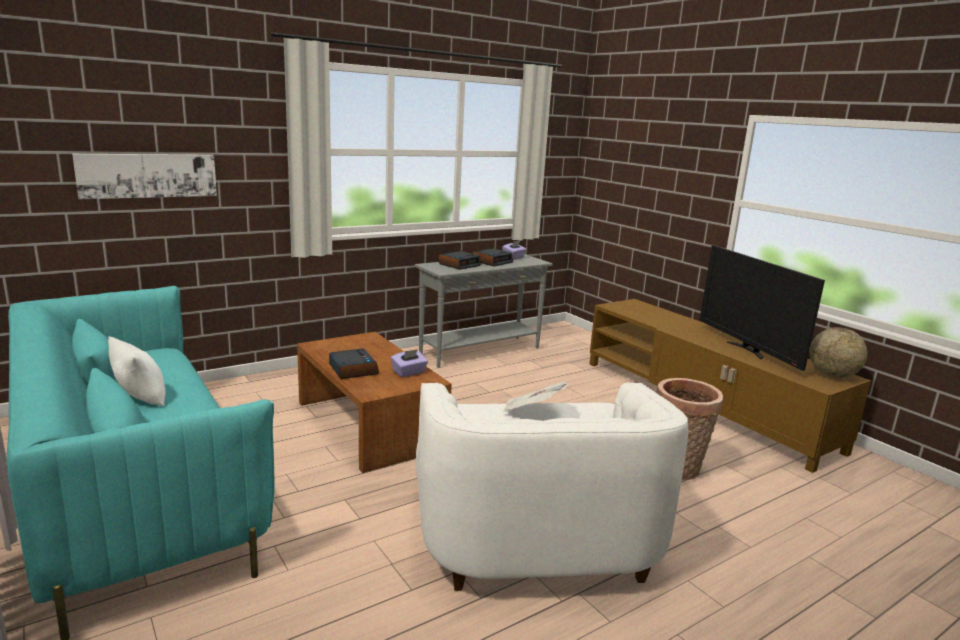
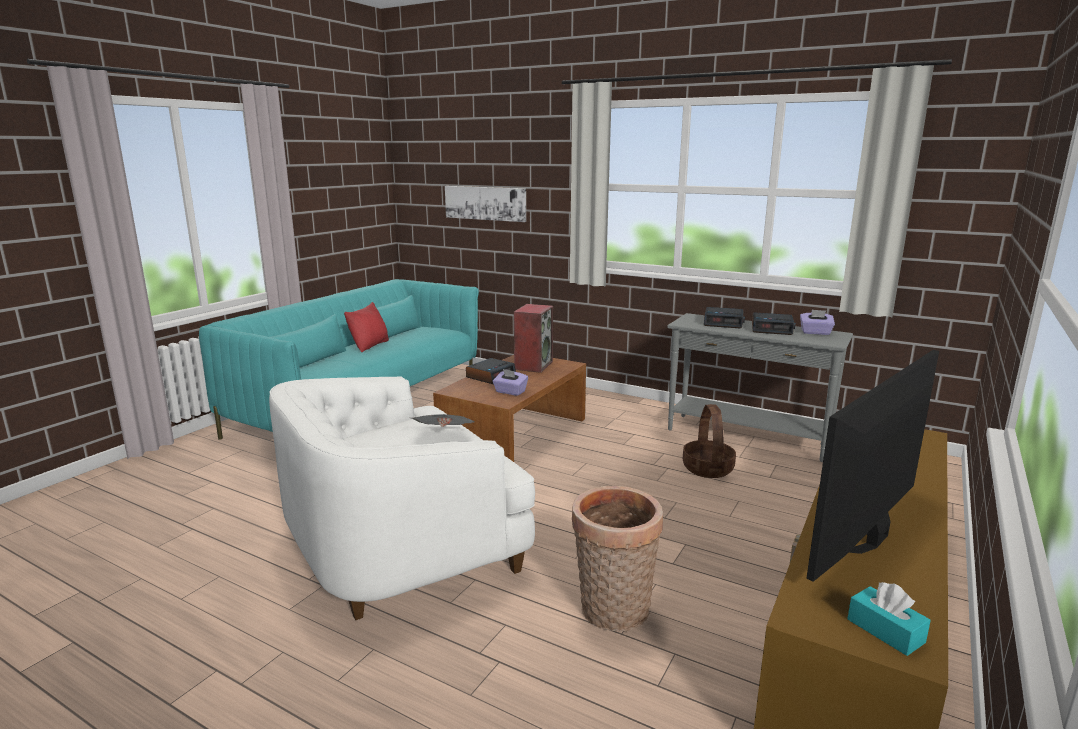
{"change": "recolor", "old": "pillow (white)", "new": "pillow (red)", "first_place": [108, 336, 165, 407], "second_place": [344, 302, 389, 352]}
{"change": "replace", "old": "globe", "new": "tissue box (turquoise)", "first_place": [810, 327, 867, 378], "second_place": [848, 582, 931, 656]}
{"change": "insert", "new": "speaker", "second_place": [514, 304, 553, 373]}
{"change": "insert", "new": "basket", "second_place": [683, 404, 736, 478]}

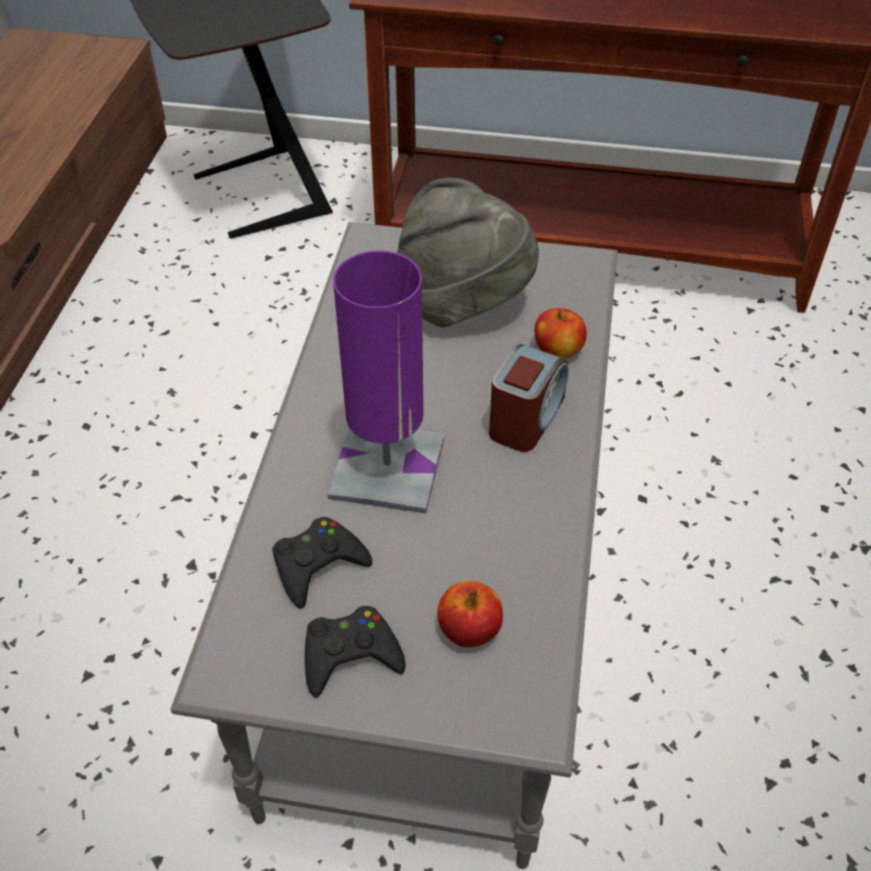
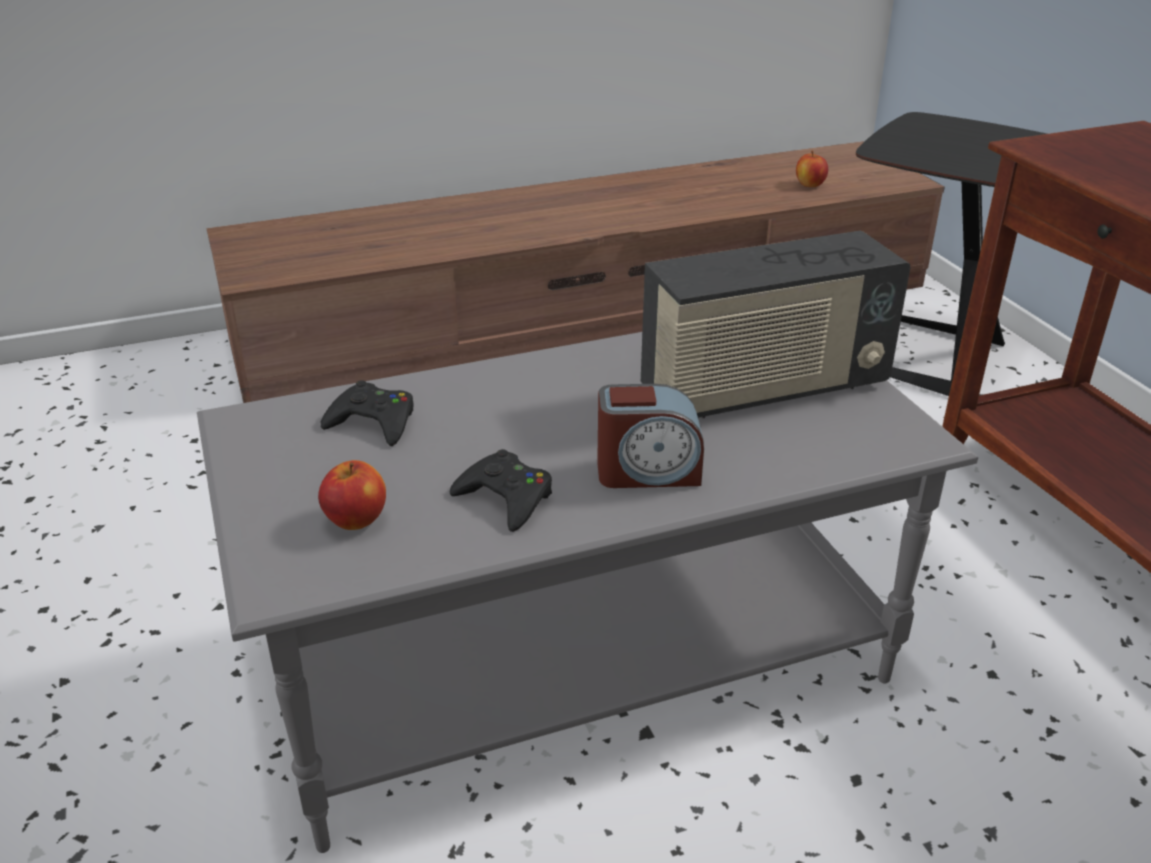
{"change": "move", "old": "game controller (black)", "first_place": [305, 606, 406, 698], "second_place": [449, 449, 552, 532]}
{"change": "delete", "old": "table lamp (purple)", "first_place": [327, 250, 444, 513]}
{"change": "replace", "old": "hat (grey)", "new": "radio", "first_place": [397, 177, 539, 327], "second_place": [641, 231, 910, 419]}
{"change": "move", "old": "apple", "first_place": [535, 308, 587, 359], "second_place": [796, 150, 828, 187]}

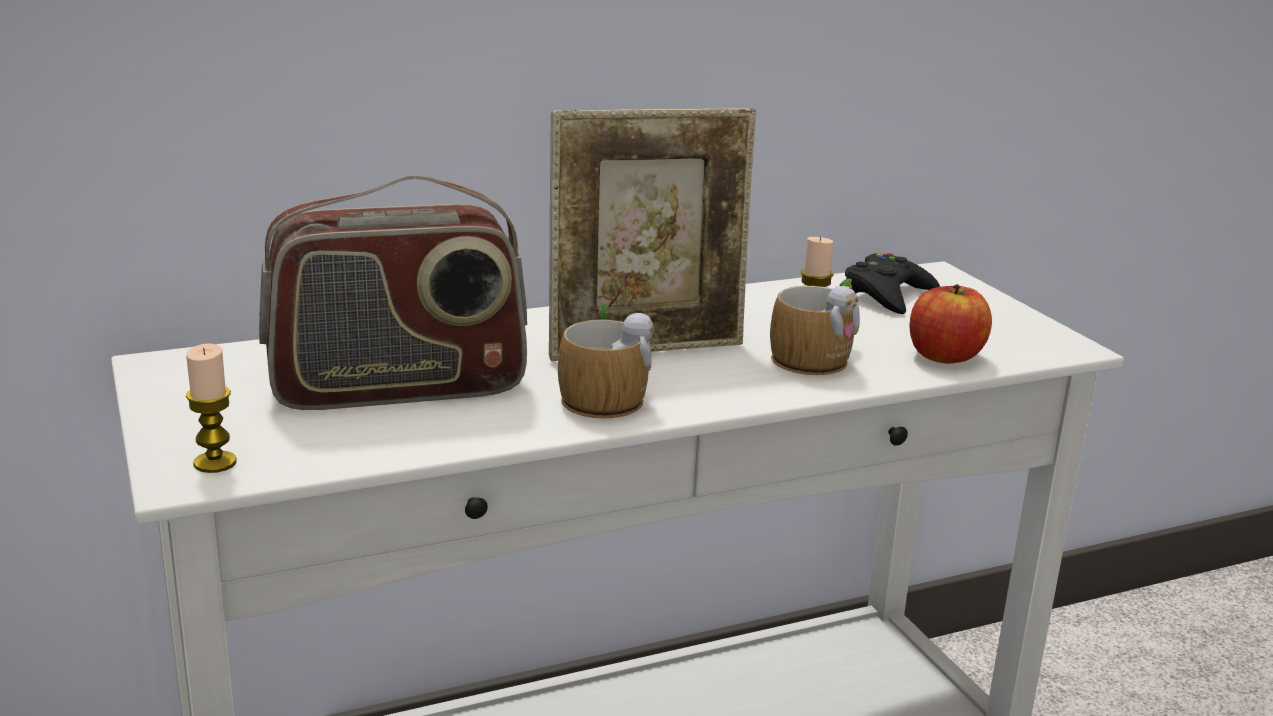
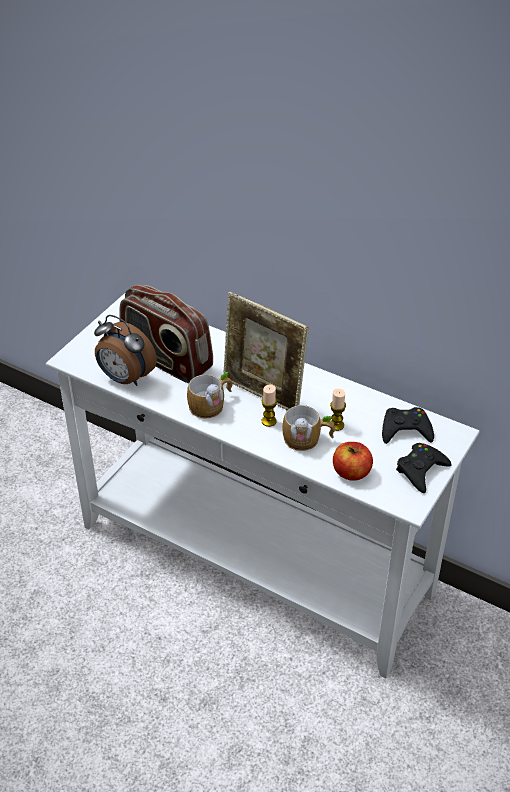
{"change": "move", "old": "candle", "first_place": [186, 343, 237, 473], "second_place": [262, 384, 277, 427]}
{"change": "insert", "new": "alarm clock", "second_place": [94, 315, 157, 386]}
{"change": "insert", "new": "game controller (black)", "second_place": [396, 443, 452, 493]}

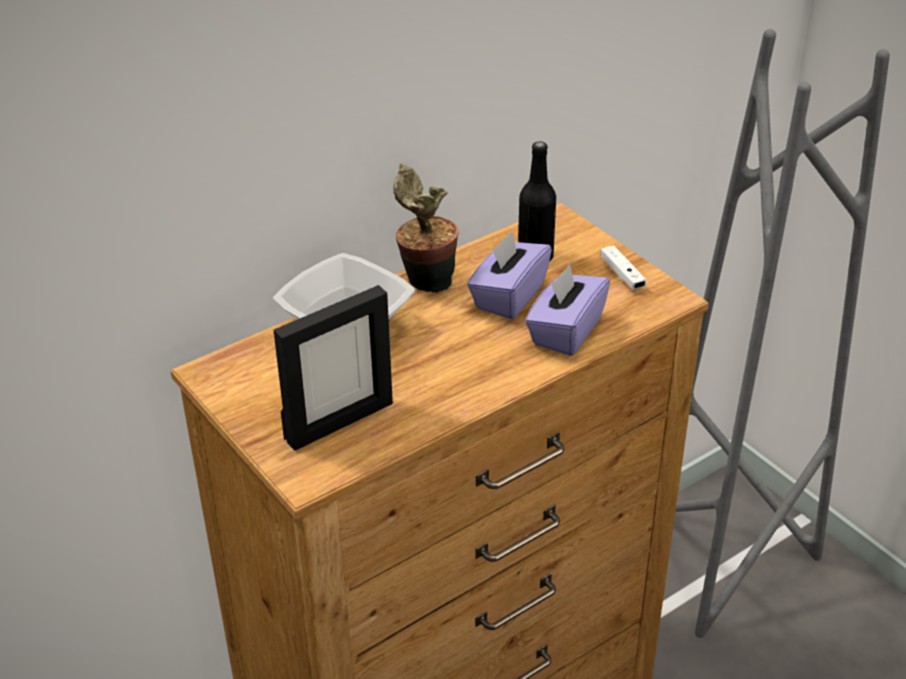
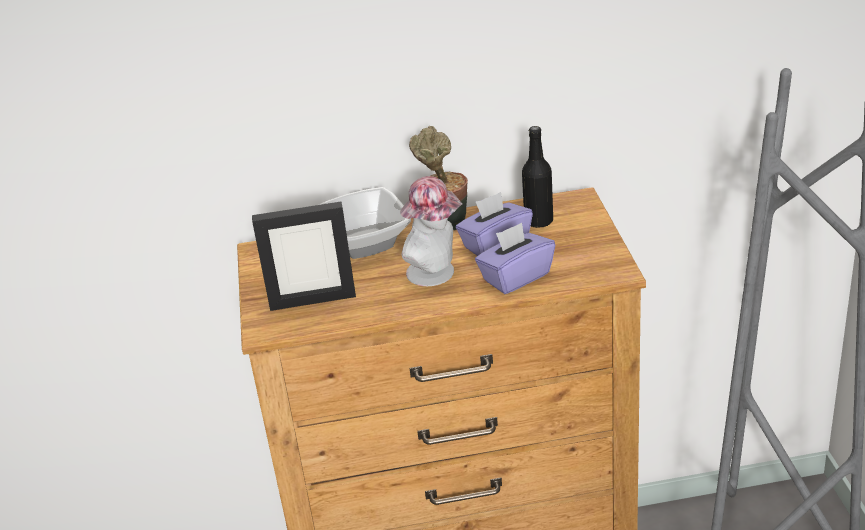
{"change": "delete", "old": "game controller (white)", "first_place": [601, 245, 646, 289]}
{"change": "insert", "new": "hat", "second_place": [400, 176, 463, 286]}

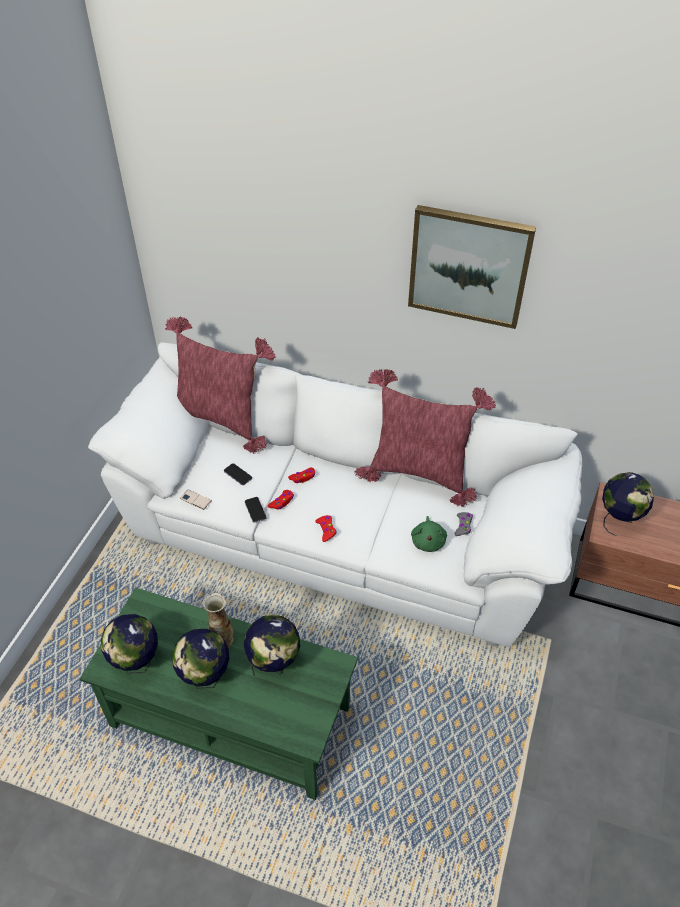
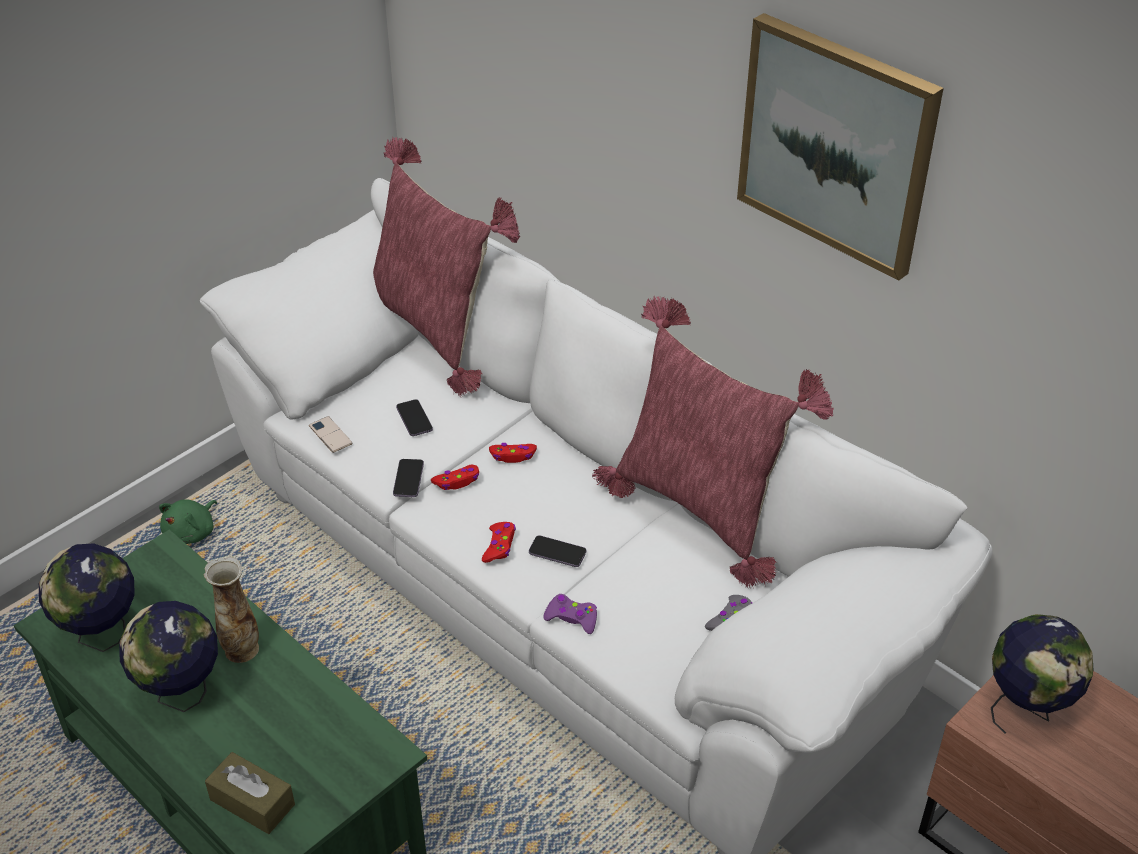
{"change": "delete", "old": "globe", "first_place": [244, 615, 300, 676]}
{"change": "move", "old": "plush toy (green)", "first_place": [411, 516, 447, 552], "second_place": [159, 499, 217, 544]}
{"change": "insert", "new": "tissue box (brown)", "second_place": [205, 752, 295, 834]}
{"change": "insert", "new": "phone", "second_place": [529, 535, 586, 567]}
{"change": "insert", "new": "game controller (purple)", "second_place": [543, 594, 597, 634]}

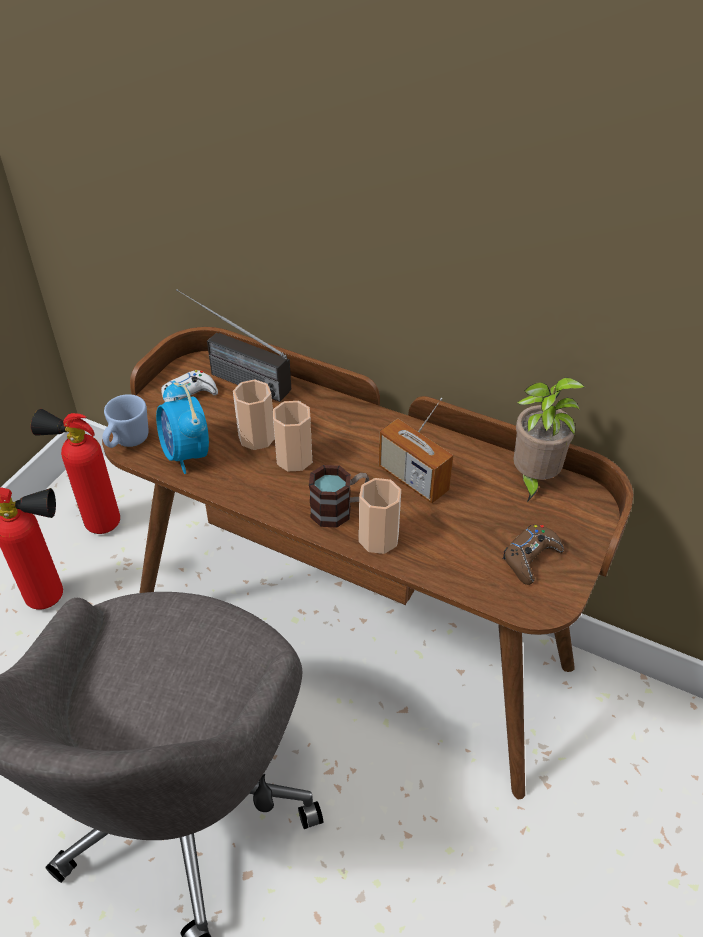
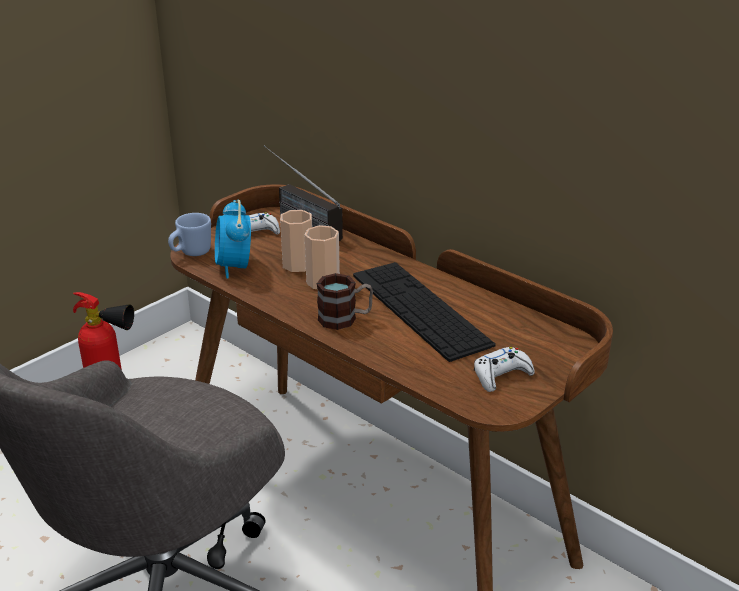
{"change": "delete", "old": "fire extinguisher", "first_place": [31, 409, 120, 534]}
{"change": "delete", "old": "cup", "first_place": [359, 478, 401, 554]}
{"change": "replace", "old": "radio", "new": "keyboard", "first_place": [379, 398, 453, 503], "second_place": [353, 262, 496, 362]}
{"change": "recolor", "old": "game controller (brown)", "new": "game controller (white)", "first_place": [503, 524, 564, 585], "second_place": [474, 347, 535, 392]}
{"change": "delete", "old": "potted plant", "first_place": [513, 377, 585, 502]}

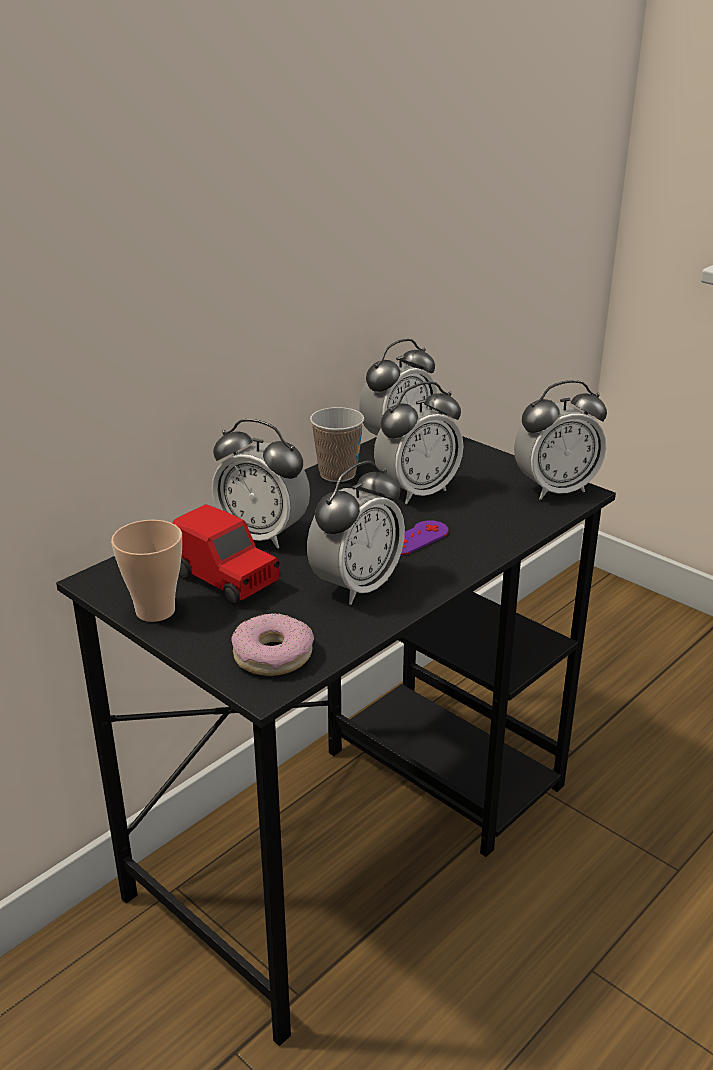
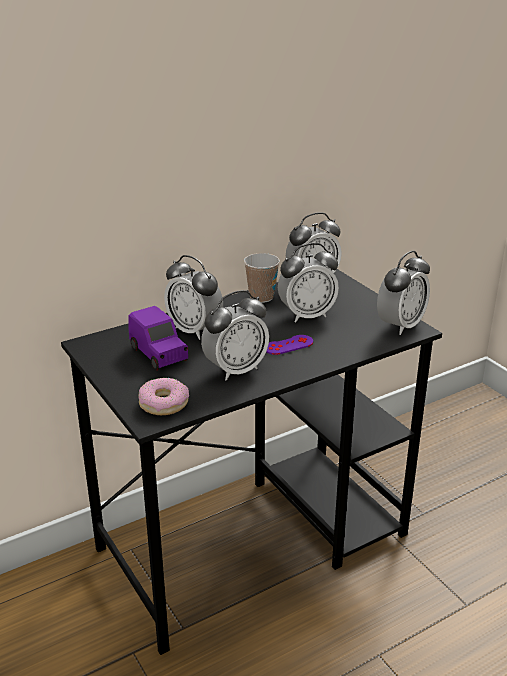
{"change": "delete", "old": "cup", "first_place": [111, 520, 182, 622]}
{"change": "recolor", "old": "toy car (red)", "new": "toy car (purple)", "first_place": [172, 504, 280, 605], "second_place": [128, 306, 188, 370]}
{"change": "rotate", "old": "alarm clock", "first_place": [514, 380, 607, 500], "second_place": [377, 251, 430, 335], "degrees": -45}

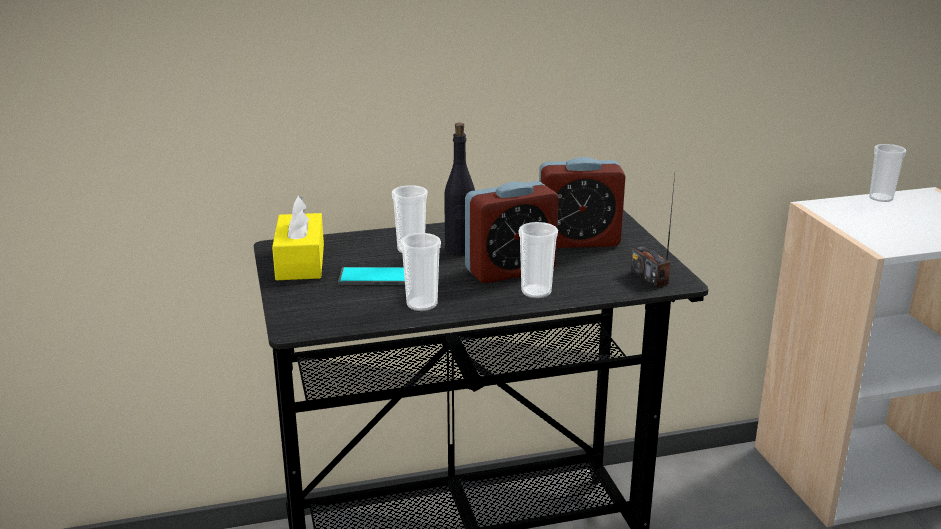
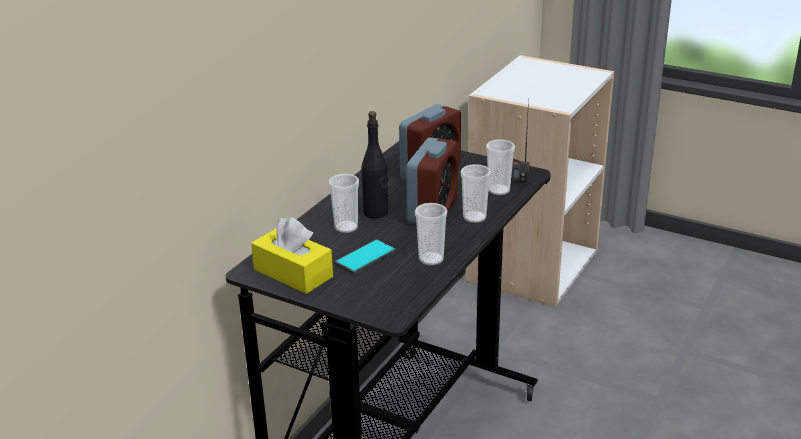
{"change": "move", "old": "cup", "first_place": [869, 144, 906, 202], "second_place": [486, 139, 515, 195]}

